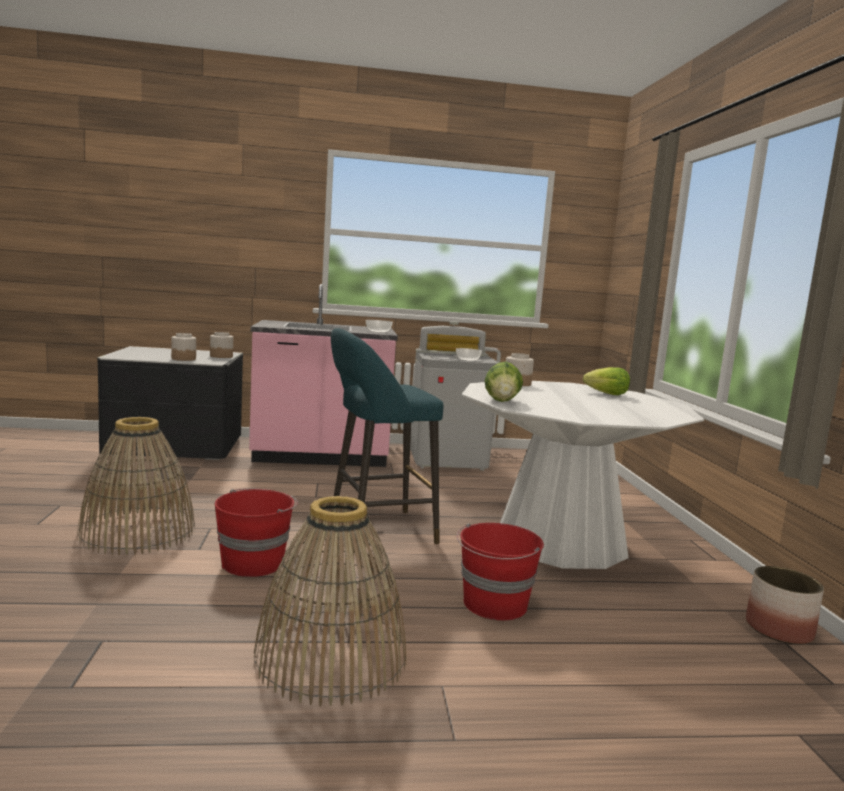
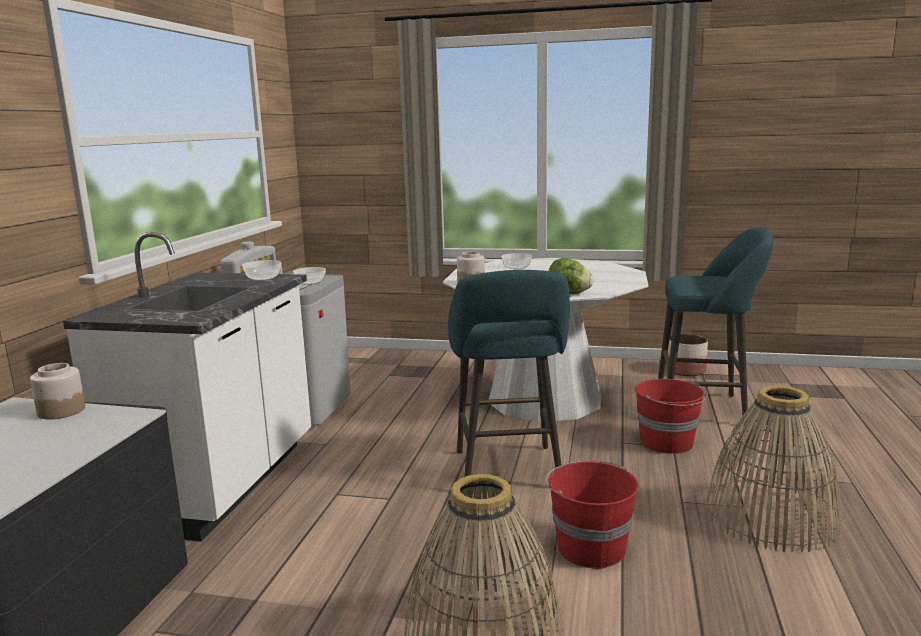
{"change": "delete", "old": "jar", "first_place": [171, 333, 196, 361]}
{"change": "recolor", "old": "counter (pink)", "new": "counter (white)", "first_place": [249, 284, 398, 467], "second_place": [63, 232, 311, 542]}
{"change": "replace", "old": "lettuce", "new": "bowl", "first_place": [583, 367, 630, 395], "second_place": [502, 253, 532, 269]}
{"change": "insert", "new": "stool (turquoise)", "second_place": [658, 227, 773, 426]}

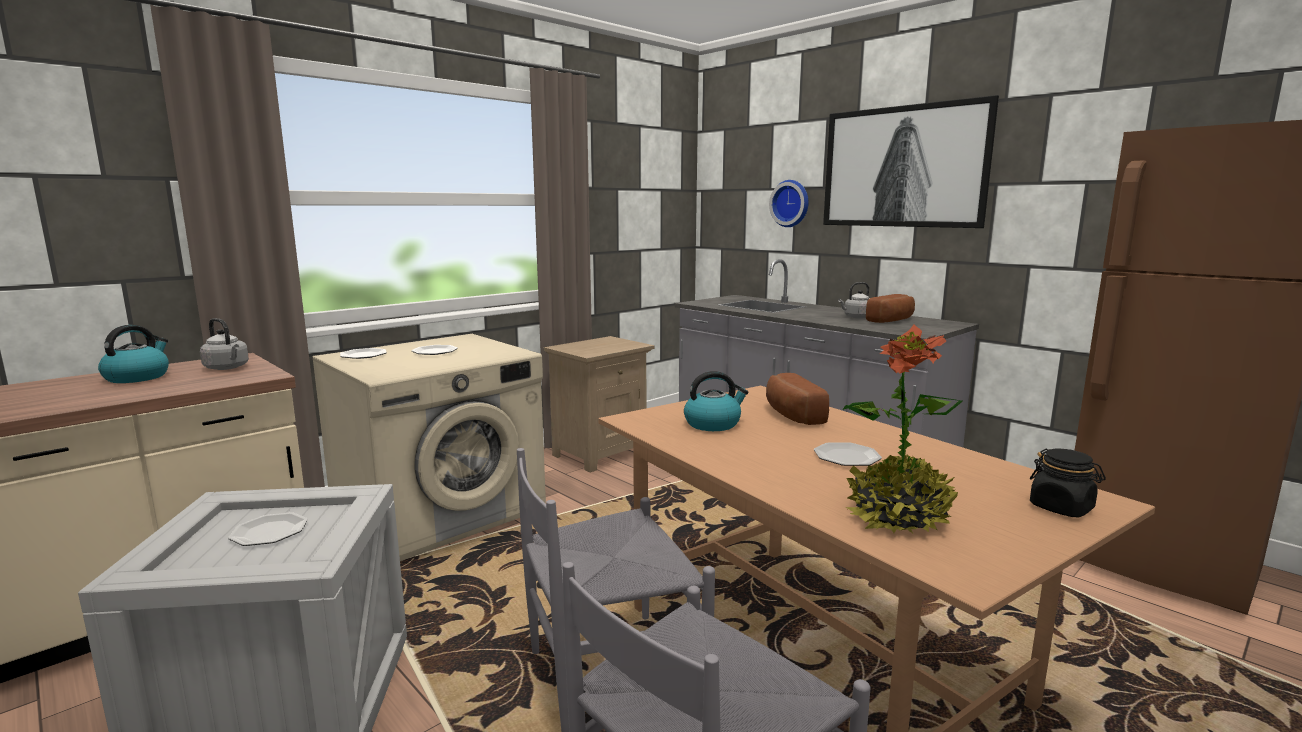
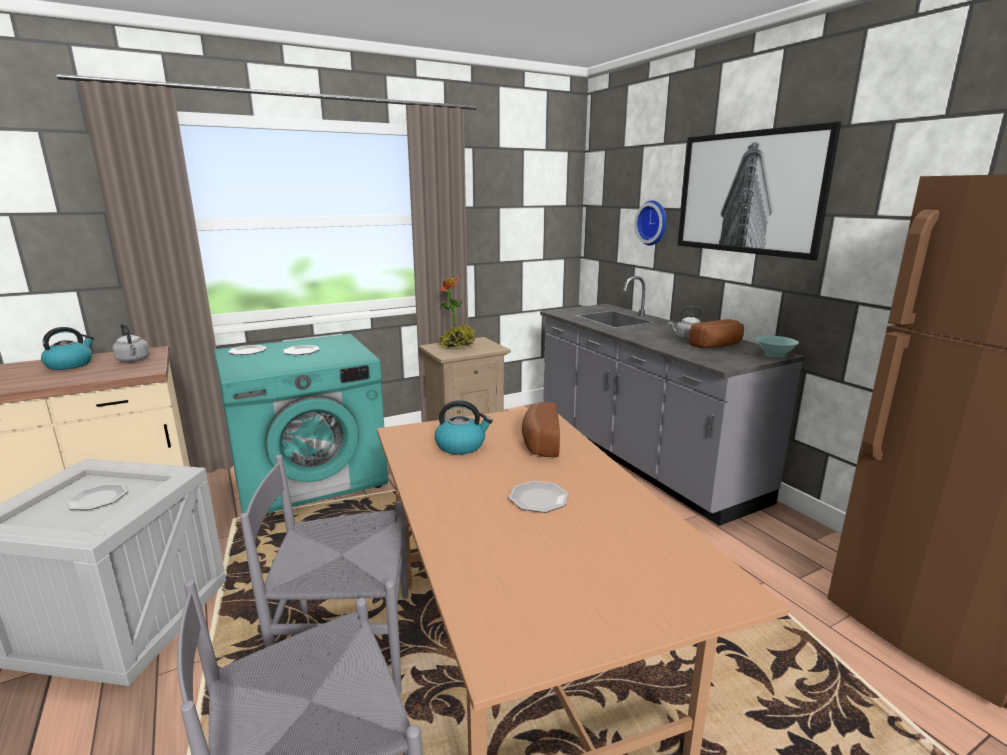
{"change": "recolor", "old": "washing machine (beige)", "new": "washing machine (turquoise)", "first_place": [313, 334, 546, 561], "second_place": [214, 334, 388, 513]}
{"change": "move", "old": "potted plant", "first_place": [842, 325, 963, 533], "second_place": [437, 276, 475, 348]}
{"change": "delete", "old": "jar (black)", "first_place": [1030, 448, 1106, 518]}
{"change": "insert", "new": "bowl (turquoise)", "second_place": [756, 336, 799, 357]}

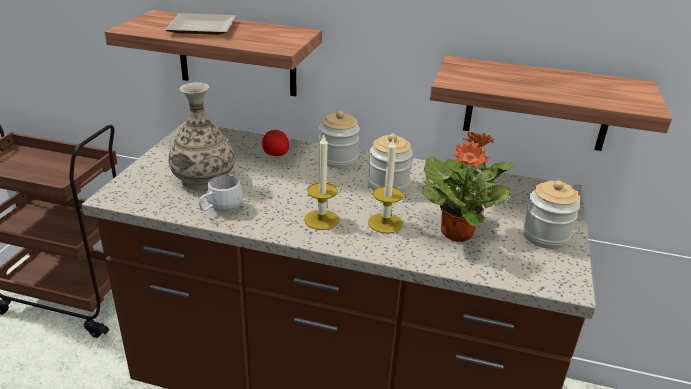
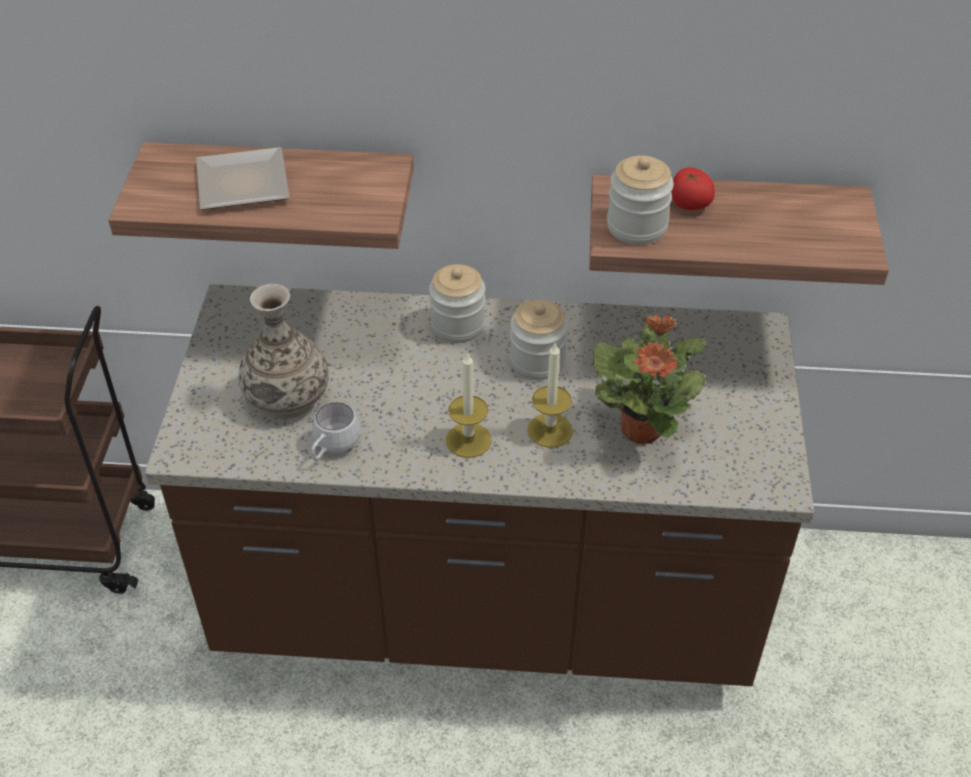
{"change": "move", "old": "tomato", "first_place": [262, 130, 289, 156], "second_place": [671, 168, 715, 210]}
{"change": "move", "old": "jar", "first_place": [523, 181, 580, 249], "second_place": [607, 155, 674, 245]}

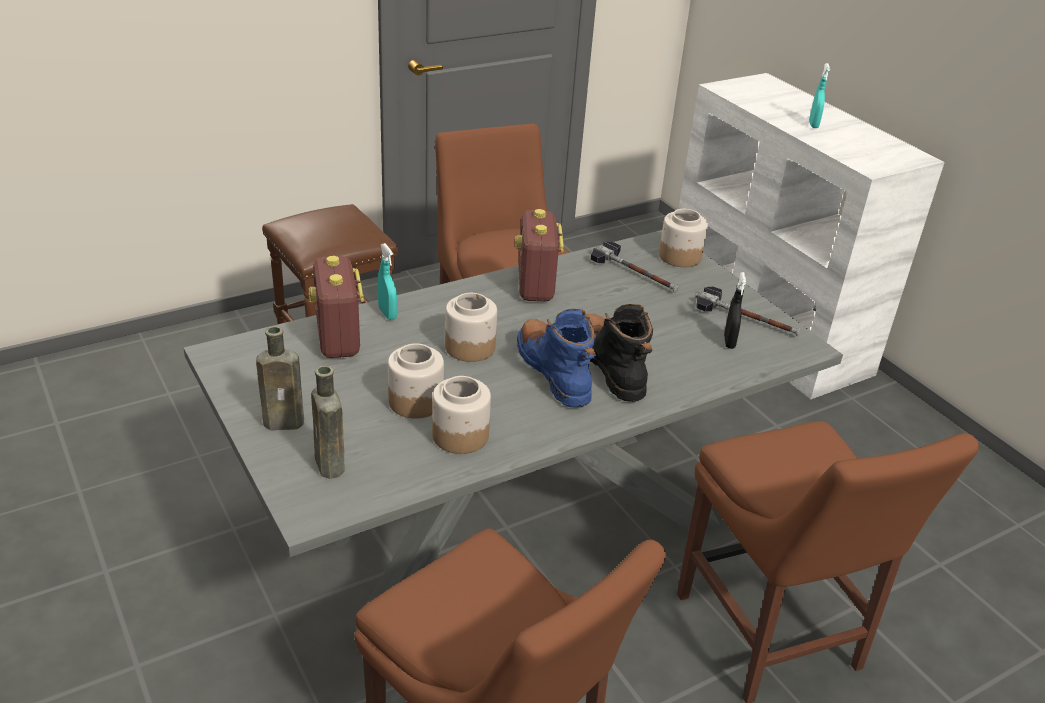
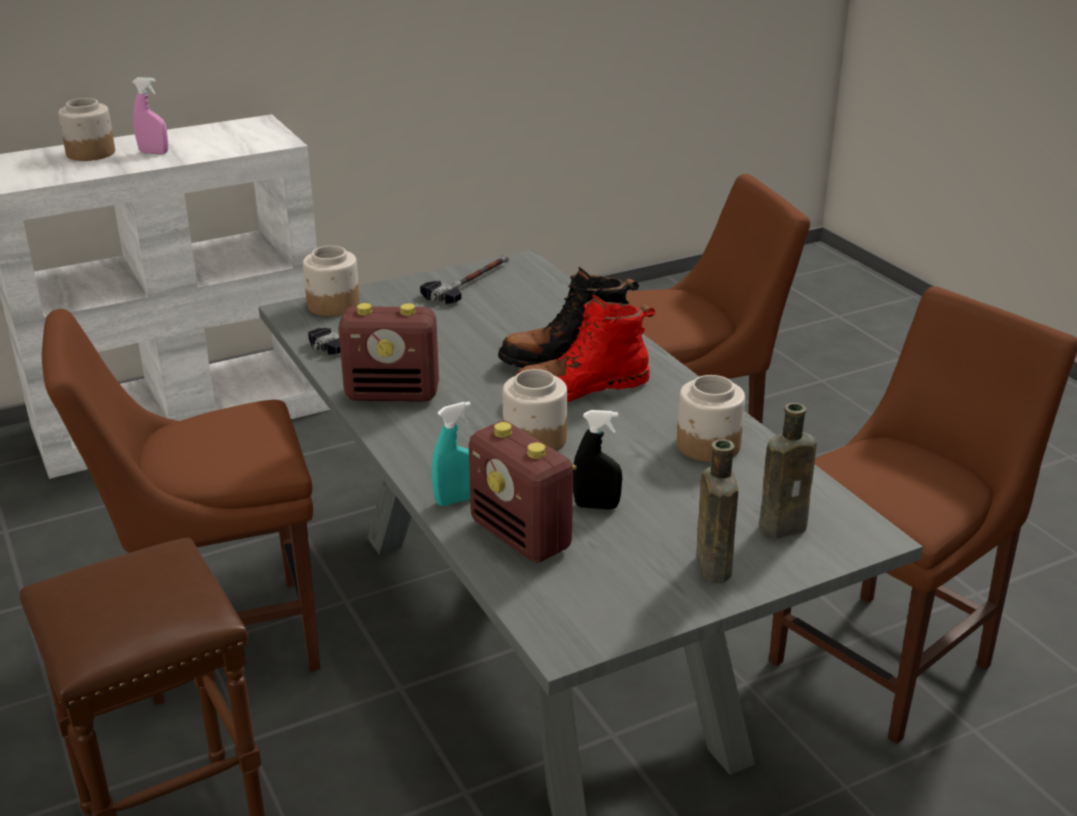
{"change": "rotate", "old": "radio", "first_place": [309, 256, 364, 358], "second_place": [469, 421, 577, 562], "degrees": 60}
{"change": "move", "old": "jar", "first_place": [388, 343, 444, 419], "second_place": [58, 98, 115, 161]}
{"change": "recolor", "old": "boot (blue)", "new": "boot (red)", "first_place": [517, 309, 596, 408], "second_place": [516, 294, 655, 402]}
{"change": "move", "old": "spray bottle (black)", "first_place": [724, 272, 746, 349], "second_place": [573, 410, 622, 510]}
{"change": "recolor", "old": "spray bottle (turquoise)", "new": "spray bottle (pink)", "first_place": [809, 63, 830, 128], "second_place": [132, 77, 168, 154]}

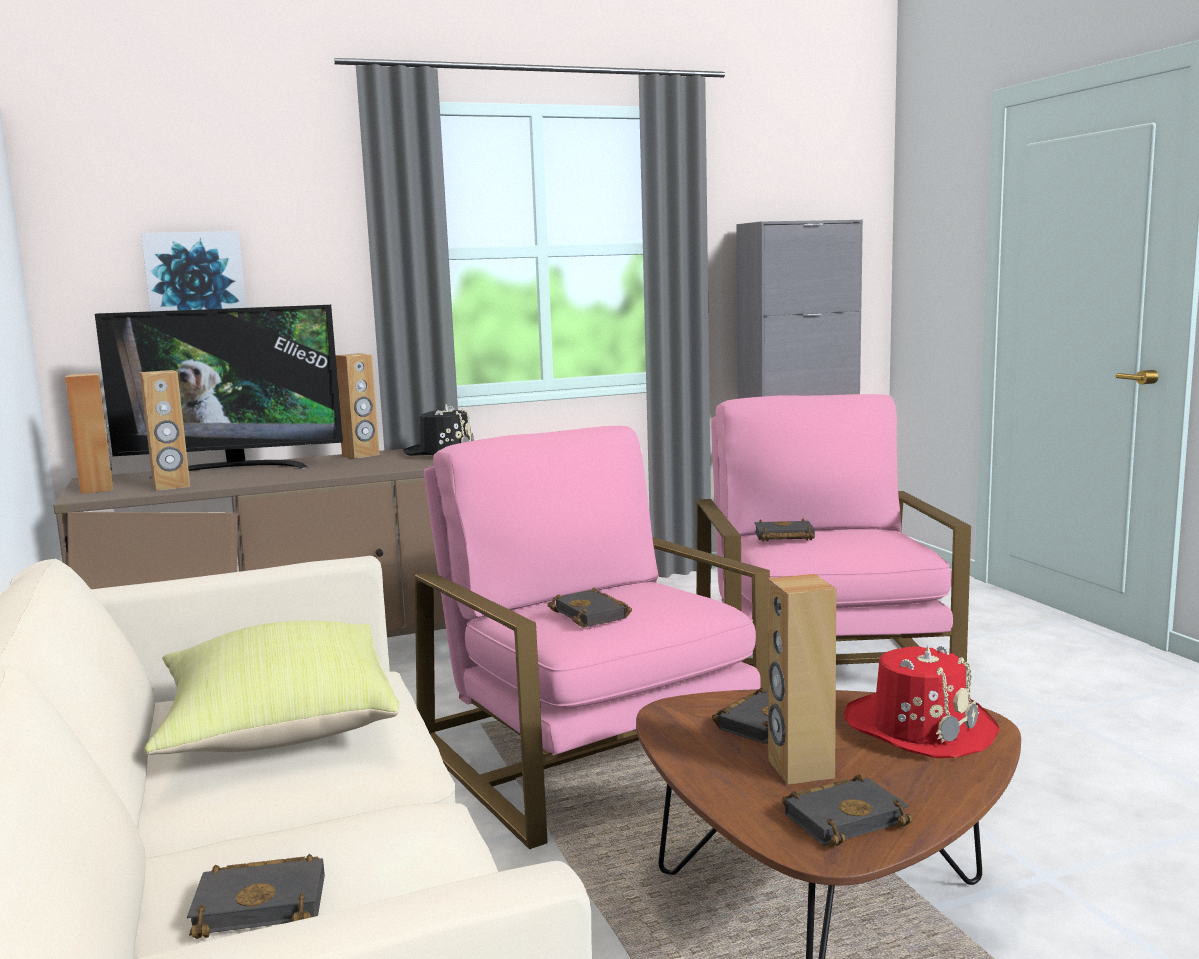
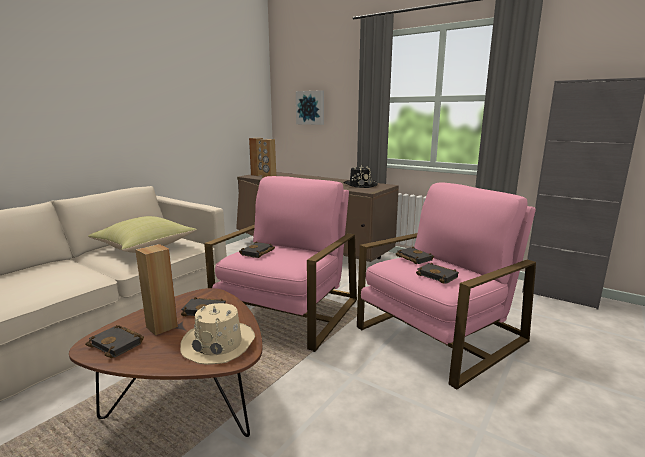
{"change": "delete", "old": "television", "first_place": [95, 305, 343, 478]}
{"change": "move", "old": "book (black)", "first_place": [187, 854, 325, 939], "second_place": [416, 262, 459, 284]}
{"change": "delete", "old": "speaker (brown)", "first_place": [336, 353, 380, 459]}
{"change": "recolor", "old": "hat (red)", "new": "hat (beige)", "first_place": [844, 645, 999, 758], "second_place": [180, 303, 255, 365]}

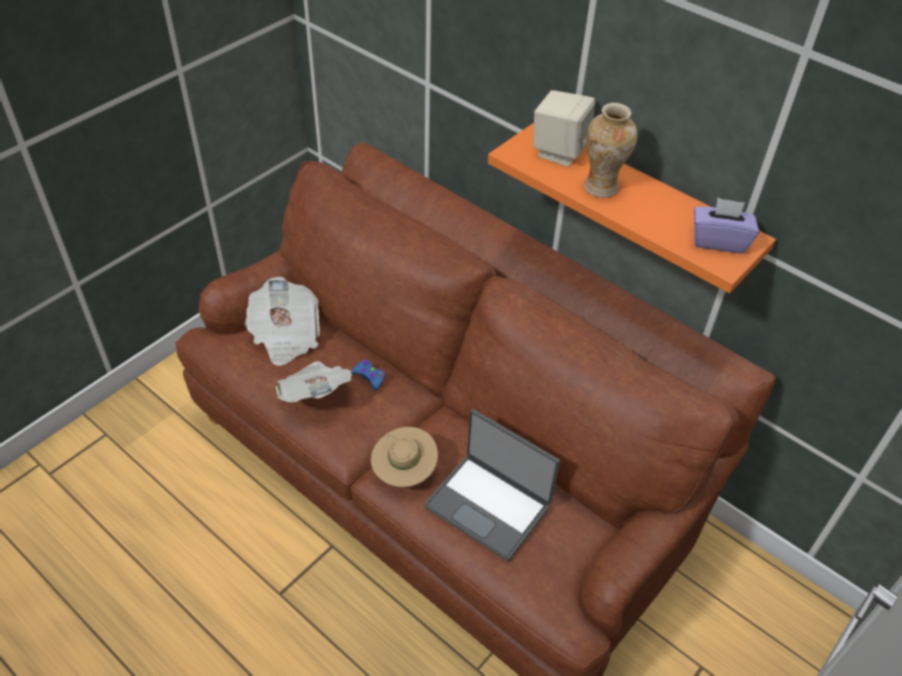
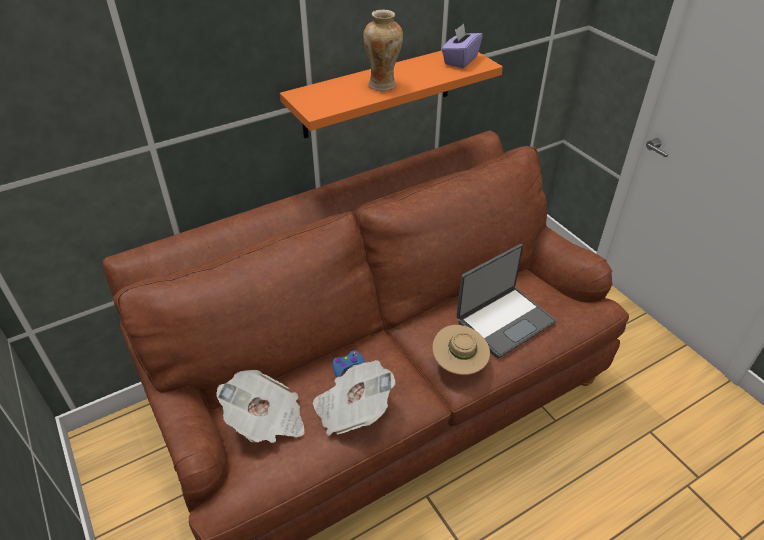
{"change": "delete", "old": "speaker (beige)", "first_place": [533, 90, 595, 167]}

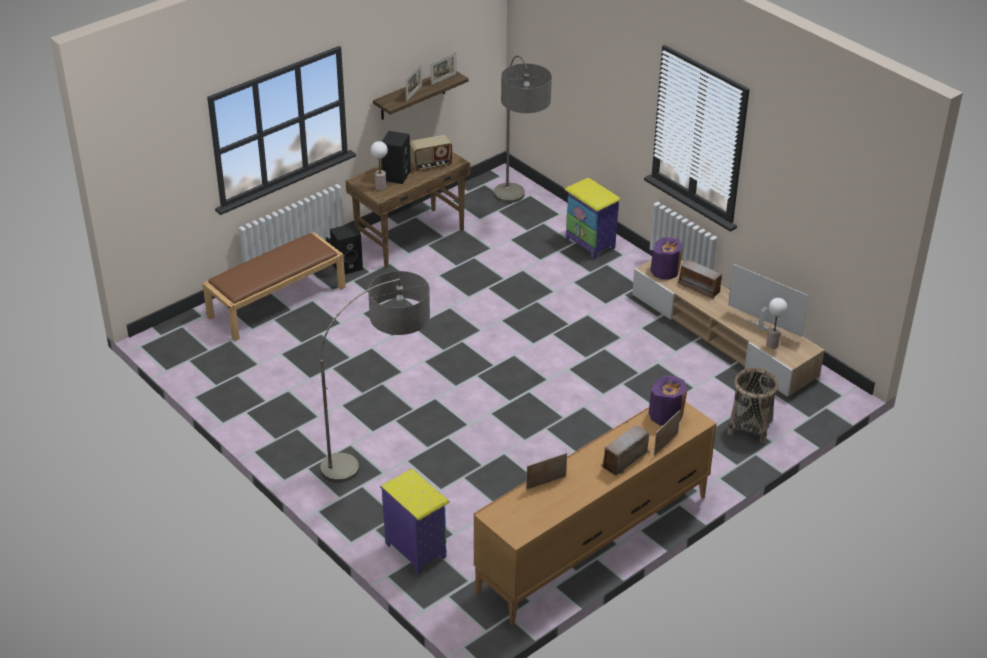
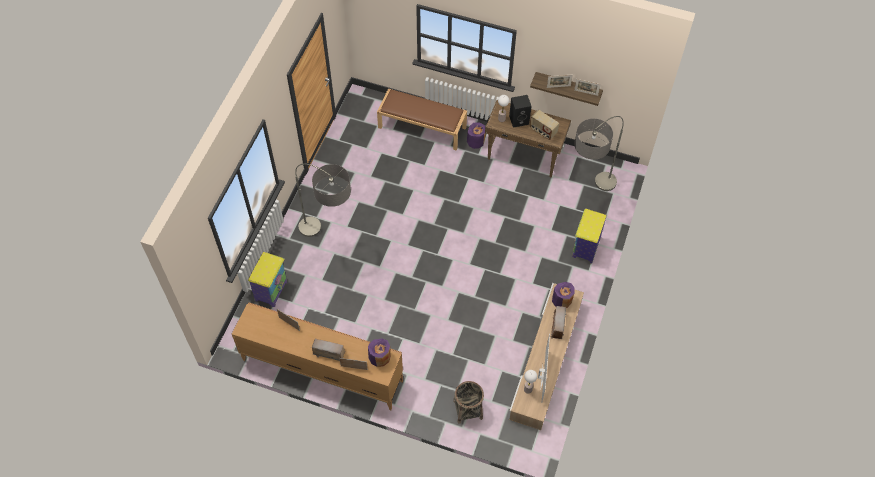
{"change": "replace", "old": "speaker (black)", "new": "vase (purple)", "first_place": [330, 223, 363, 275], "second_place": [467, 122, 486, 149]}

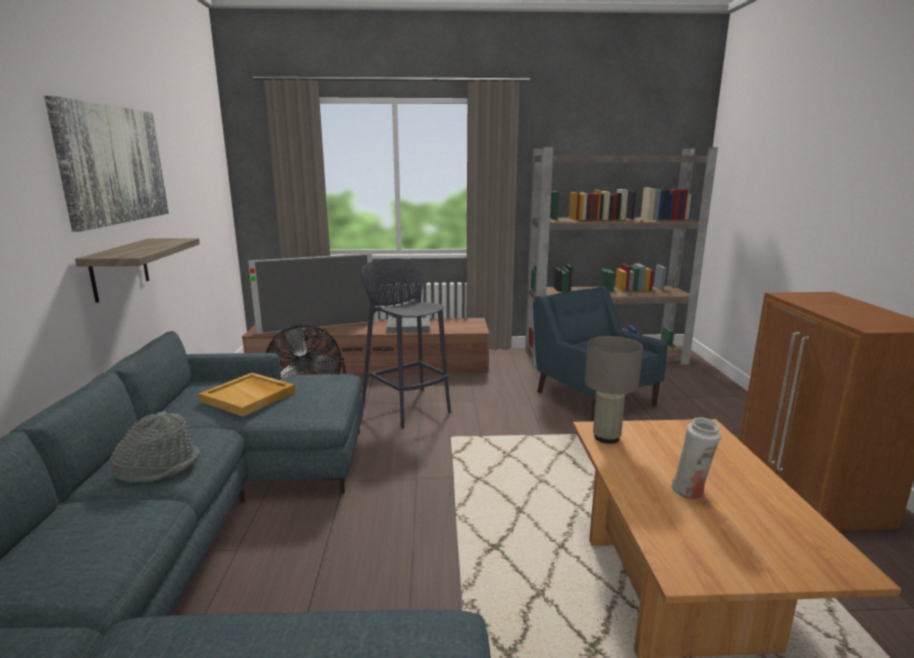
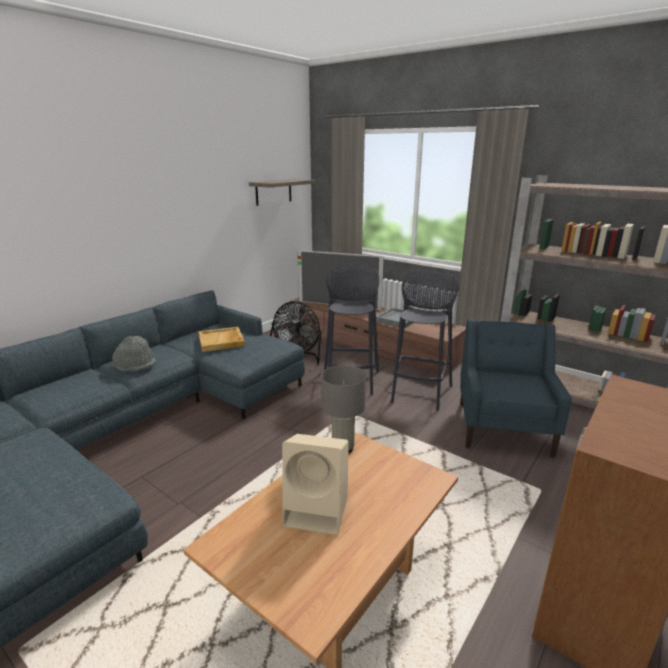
{"change": "delete", "old": "picture", "first_place": [44, 96, 169, 232]}
{"change": "move", "old": "shelf", "first_place": [75, 238, 200, 303], "second_place": [249, 179, 316, 206]}
{"change": "replace", "old": "vase (white)", "new": "speaker (beige)", "first_place": [671, 417, 721, 499], "second_place": [282, 434, 349, 535]}
{"change": "insert", "new": "stool (grey)", "second_place": [391, 271, 459, 411]}

